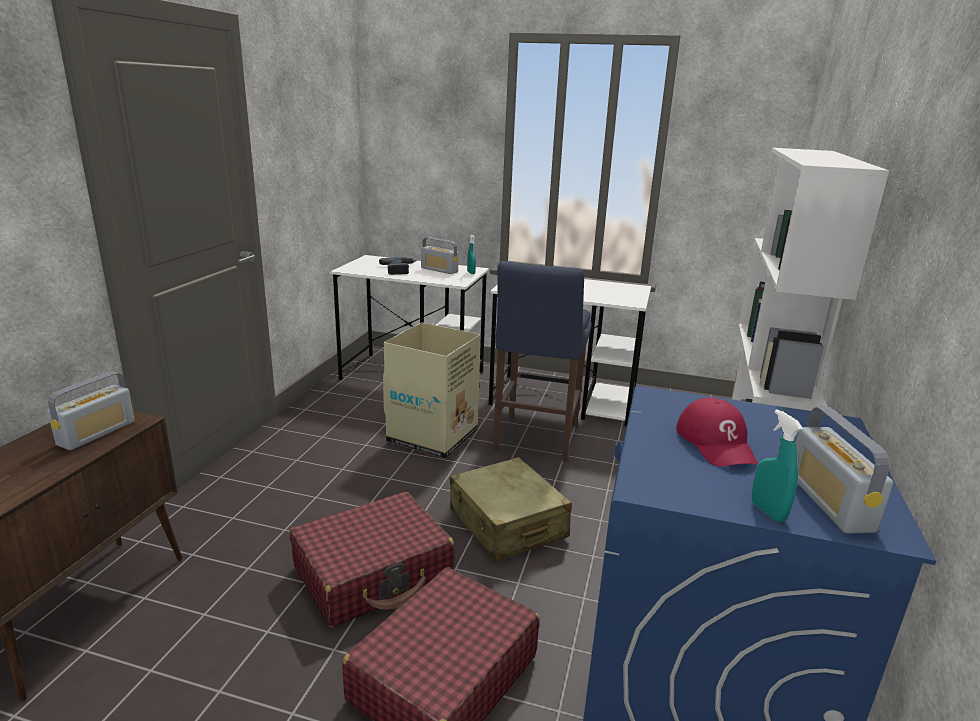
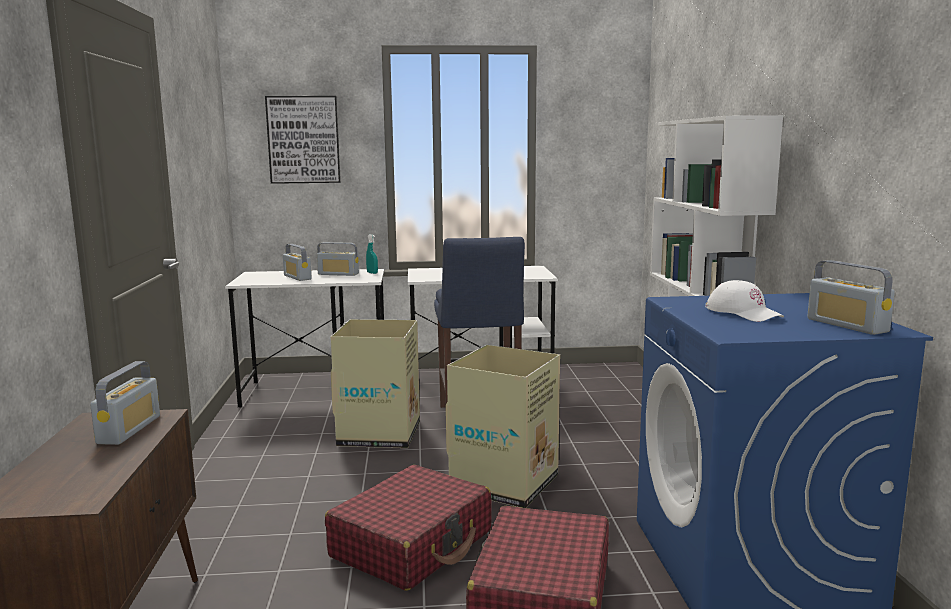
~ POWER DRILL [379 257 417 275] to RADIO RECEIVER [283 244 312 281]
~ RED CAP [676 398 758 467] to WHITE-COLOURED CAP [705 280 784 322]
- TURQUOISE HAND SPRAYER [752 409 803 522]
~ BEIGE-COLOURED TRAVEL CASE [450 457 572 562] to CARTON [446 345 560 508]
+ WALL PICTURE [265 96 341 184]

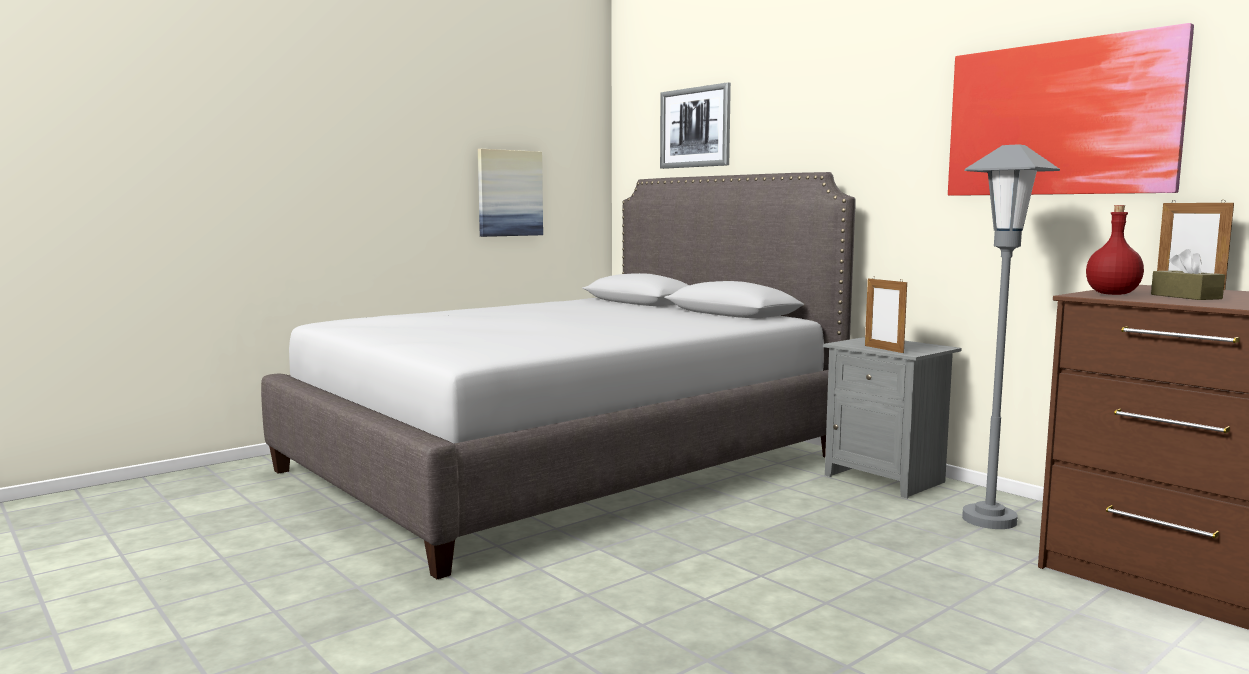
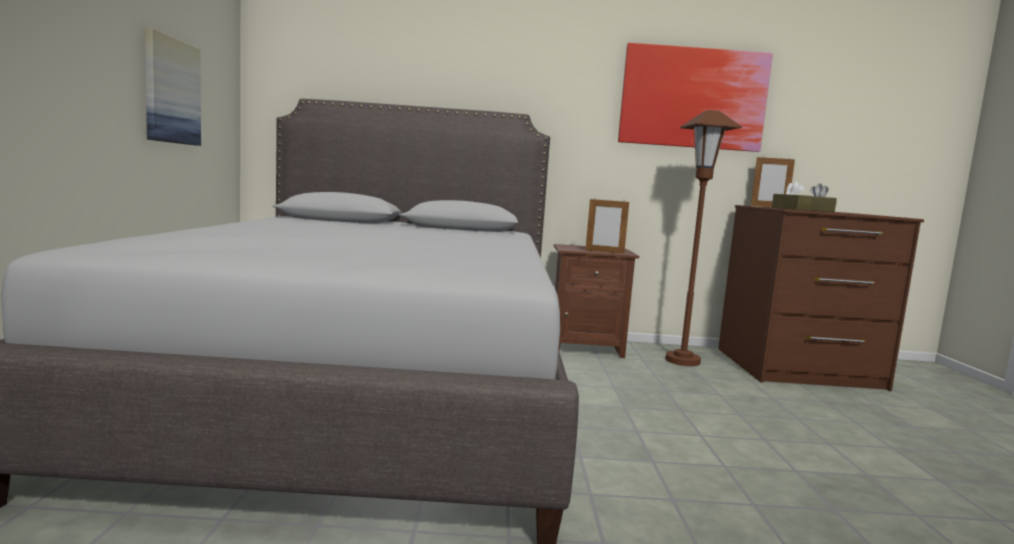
- WALL PICTURE [660 82 731 169]
~ GREYISH STANDARD LAMP [962 144 1060 529] to BROWN STANDARD LAMP [666 110 742 366]
~ RED DRINK BOTTLE [1086 205 1144 295] to BROWN BOX OF TISSUES [772 181 812 211]
~ GREYISH BEDSIDE TABLE [823 337 962 499] to BROWN BEDSIDE TABLE [554 244 639 358]

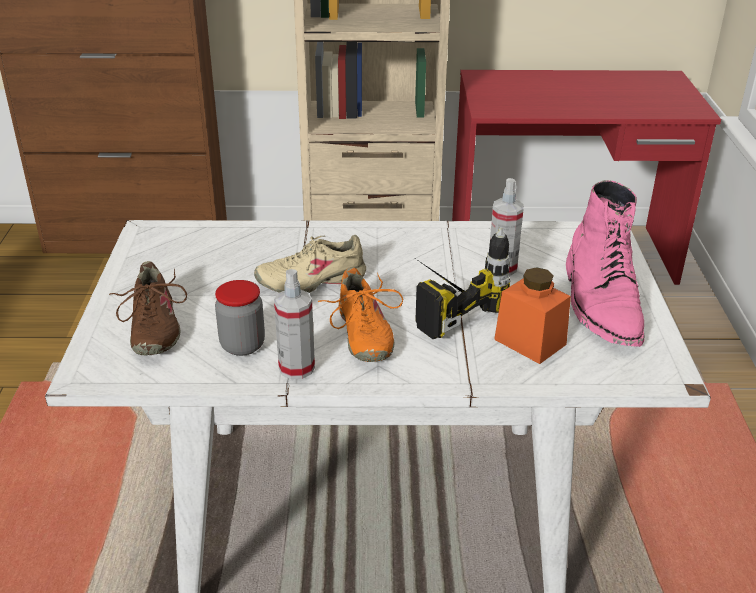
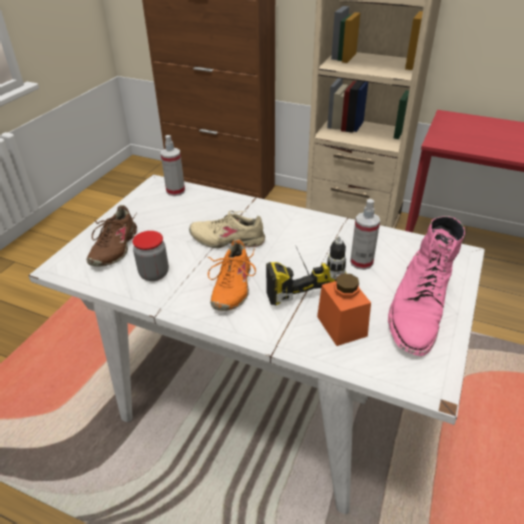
~ HAND SPRAYER [274 269 315 379] to [161 135 185 196]

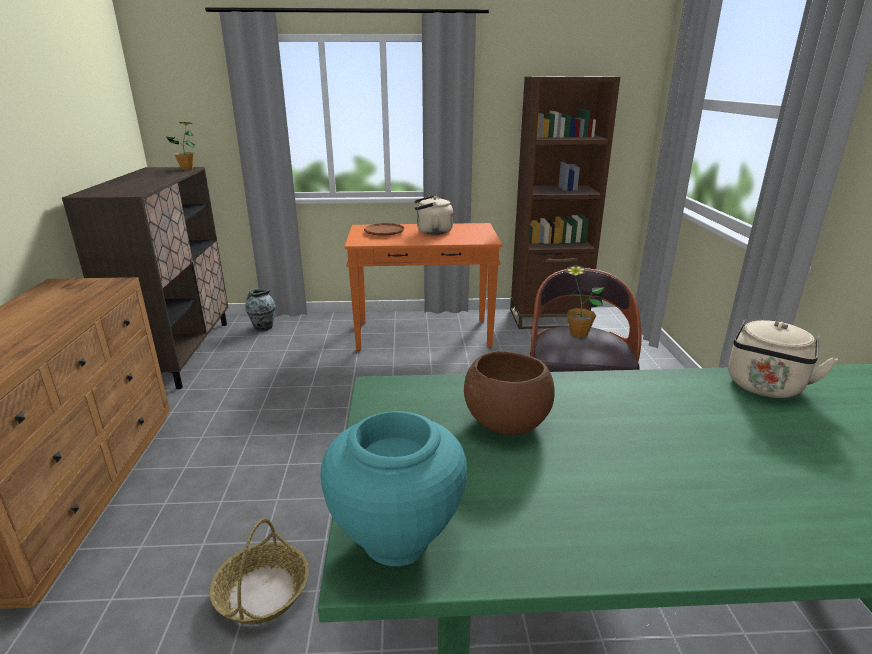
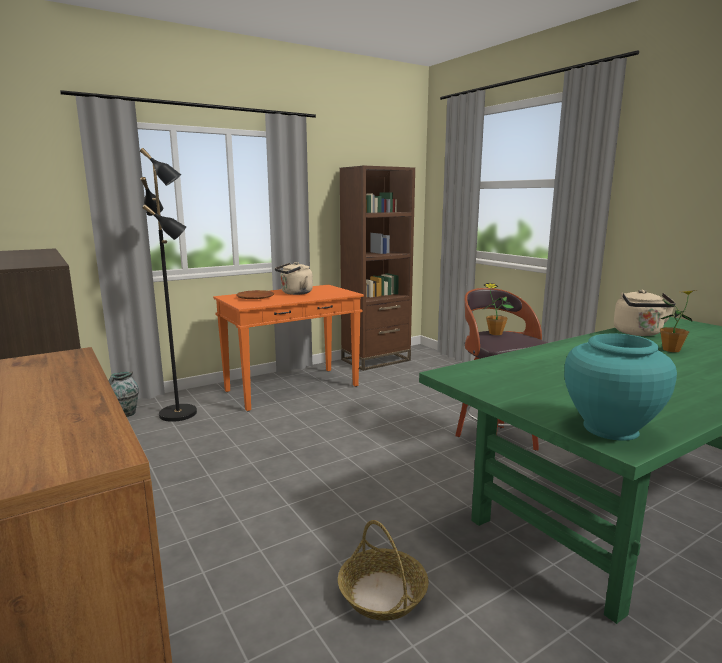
~ POTTED PLANT [166 122 195 170] to [660 290 697 352]
- BROWN SERVING BOWL [464 351 555 435]
+ BLACK STANDARD LAMP [140 148 197 422]

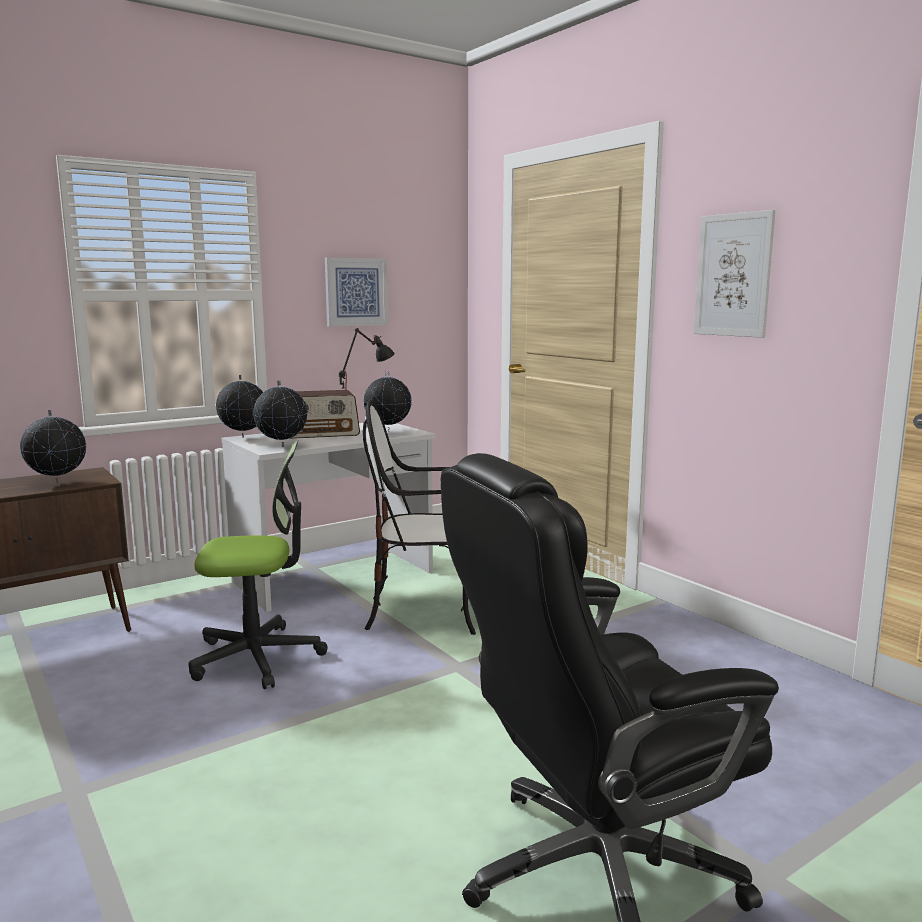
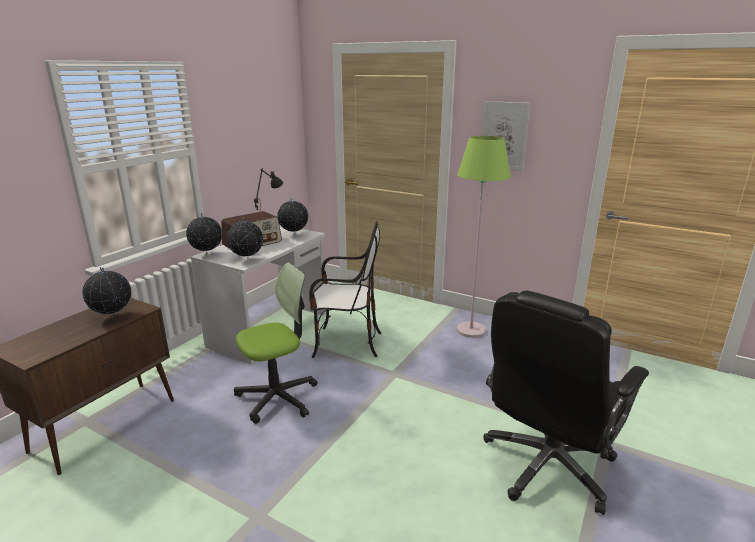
- WALL PICTURE [325 257 388 327]
~ CHAIR [363 400 476 635] = [309 221 381 358] 150 degrees counterclockwise
+ GREEN-COLOURED STANDARD LAMP [457 136 511 338]

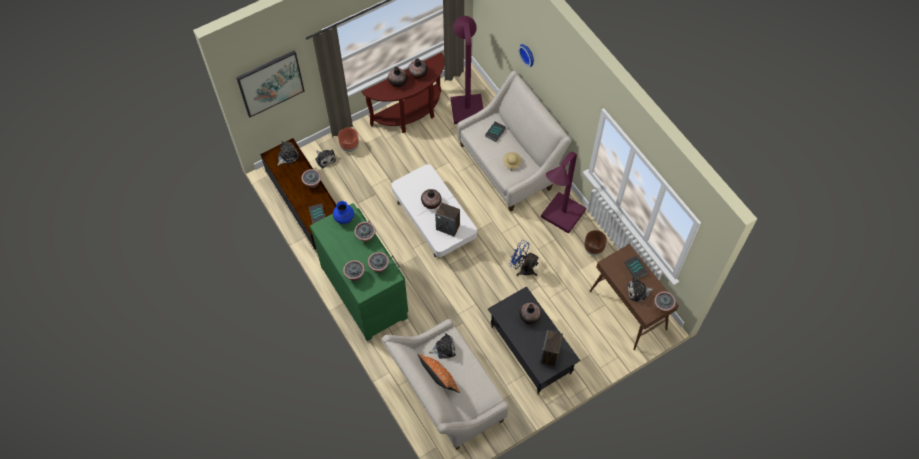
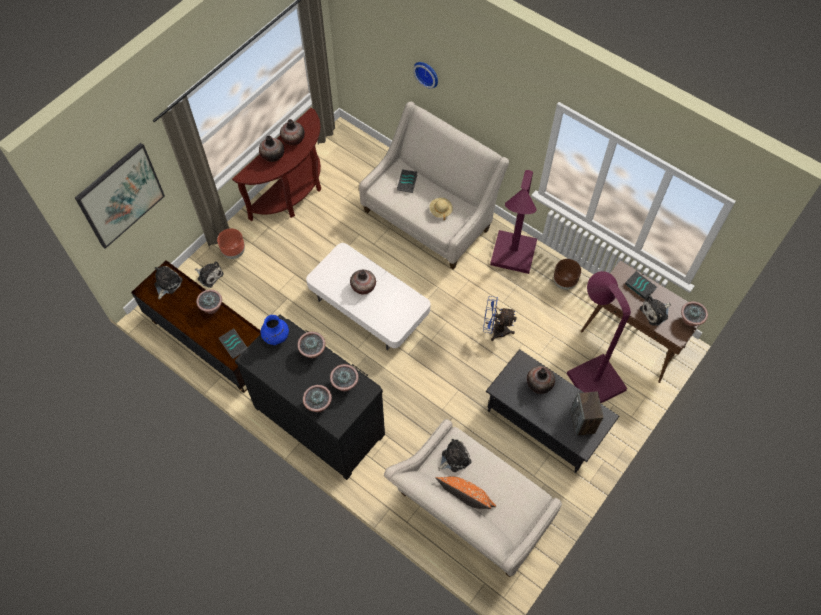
~ PURPLE STANDARD LAMP [451 16 483 124] to [567 271 631 403]
- SPEAKER [435 202 460 237]
~ GREEN-COLOURED DRESSER [310 203 408 341] to BLACK DRESSER [235 315 385 480]

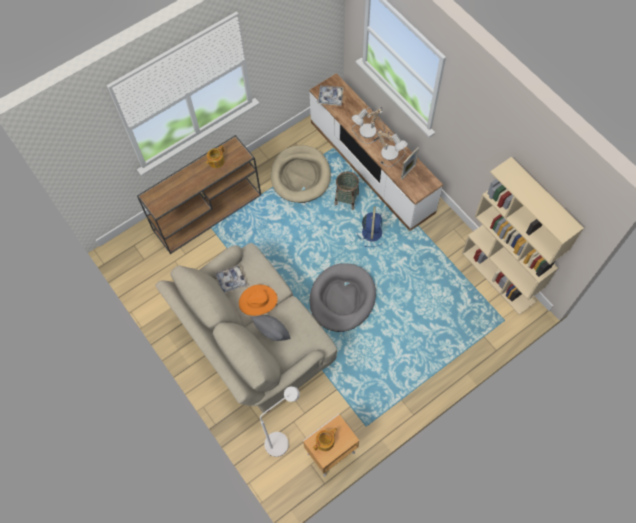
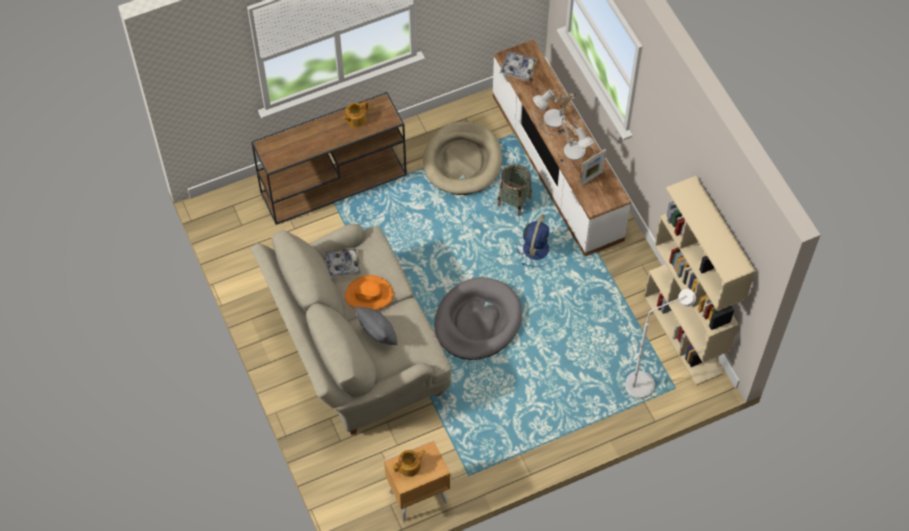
~ WHITE-COLOURED STANDARD LAMP [260 387 300 457] to [625 289 696 399]

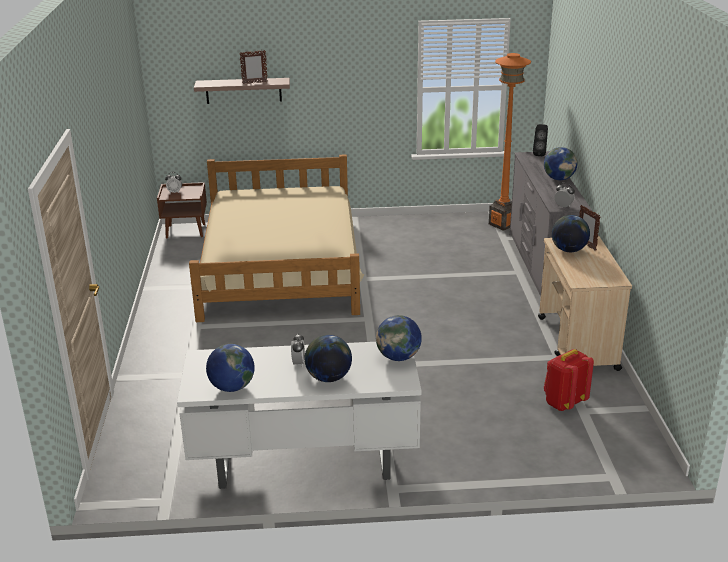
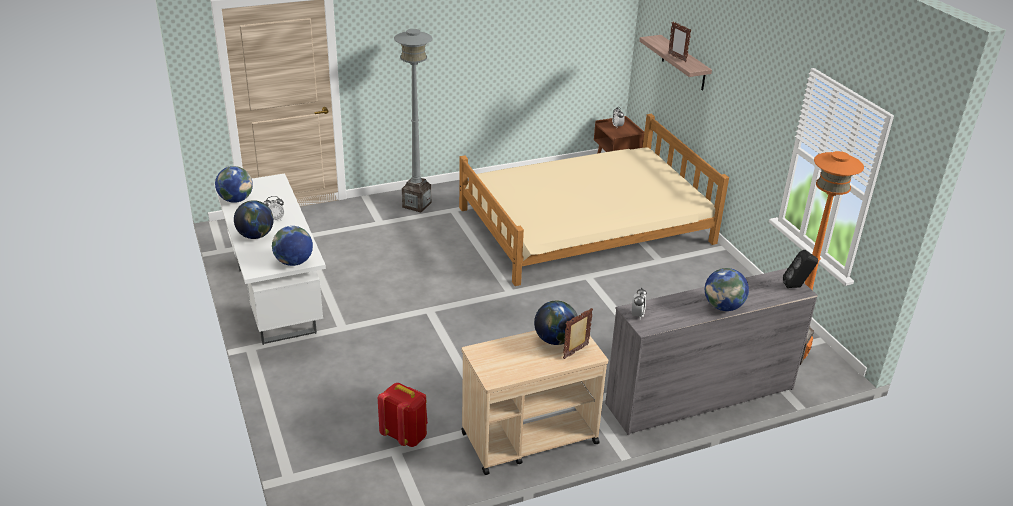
+ GREYISH STANDARD LAMP [394 29 433 212]

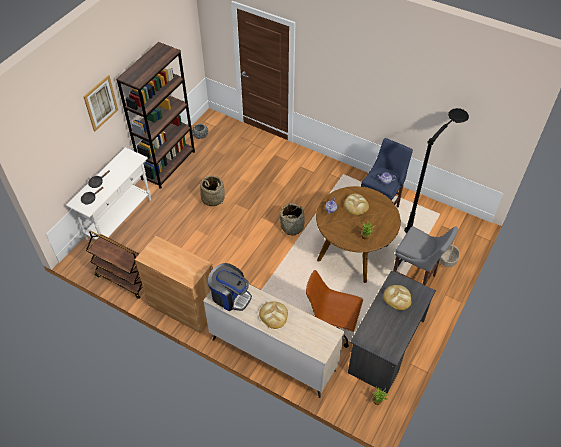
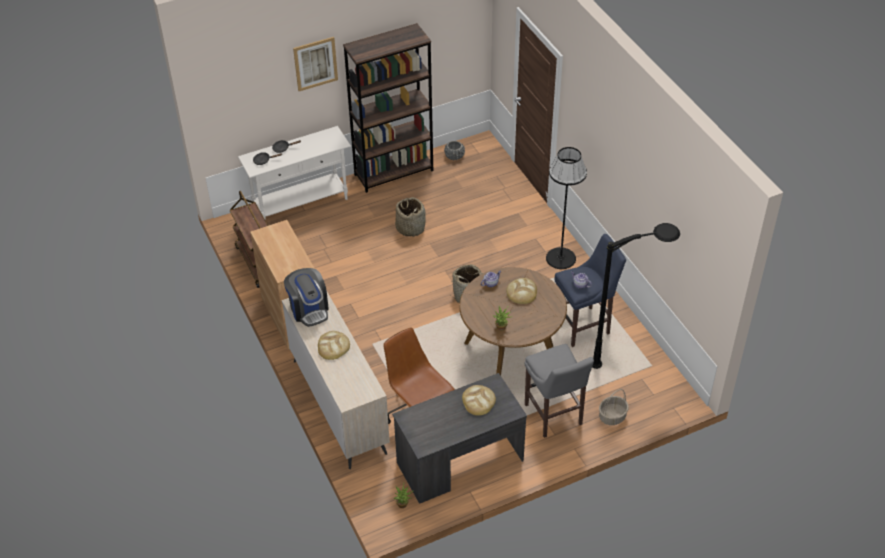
+ BLACK STANDARD LAMP [546 147 587 269]

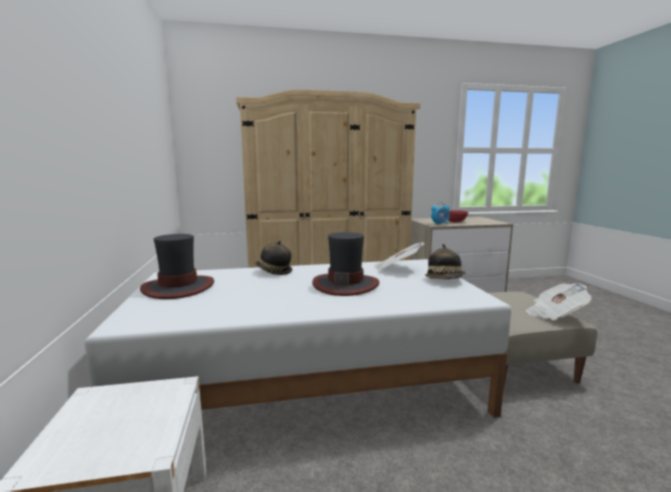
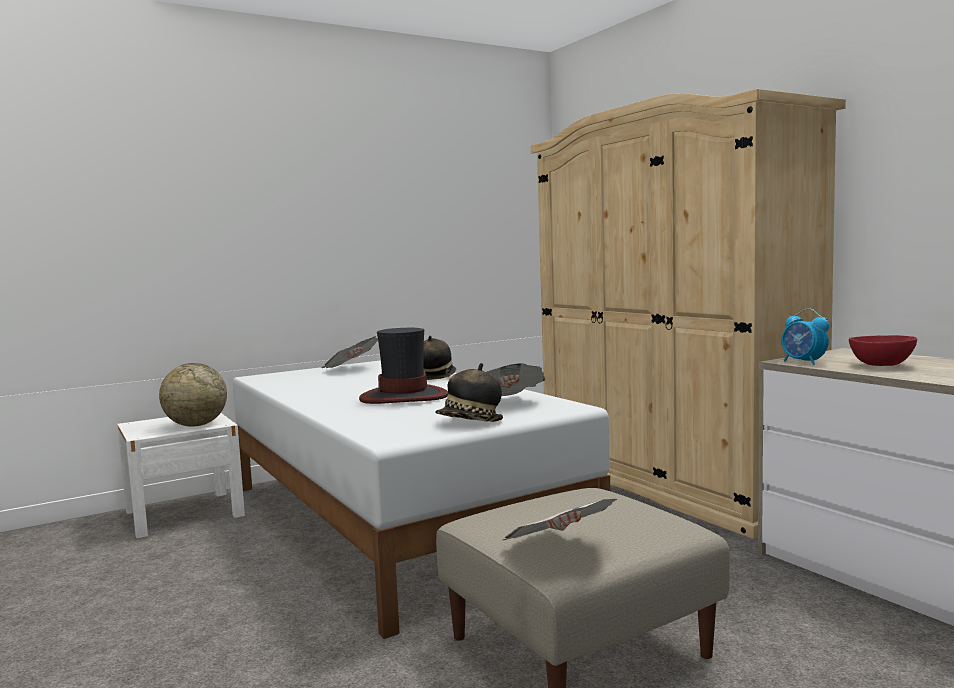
~ CLOTHING HAT [140 234 214 299] to NEWSPAPER [322 336 378 368]
+ WORLD GLOBE [159 363 227 427]

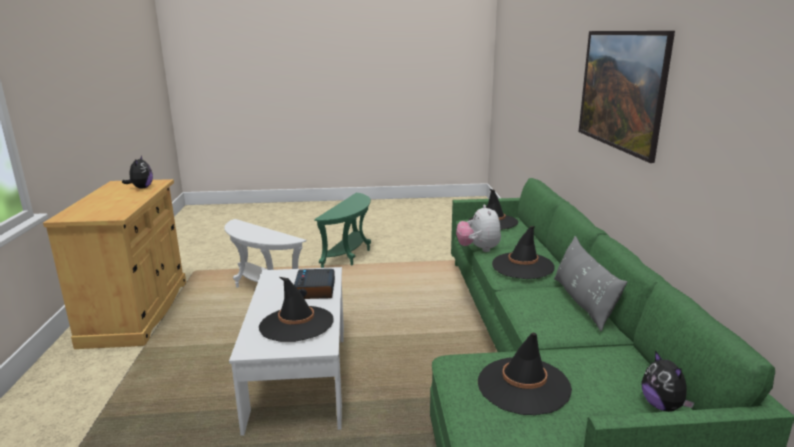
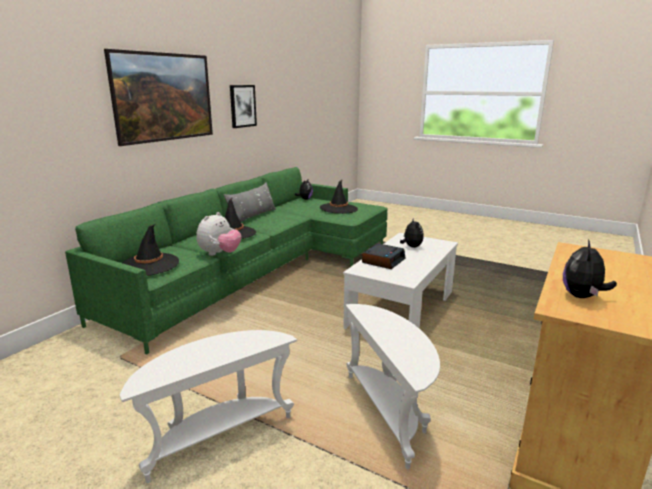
~ GREEN-COLOURED SIDE TABLE [314 193 371 268] to WHITE-COLOURED SIDE TABLE [120 330 297 483]
~ BLACK CLOTHING HAT [259 277 333 342] to CUDDLY TOY [400 217 424 248]
+ WALL PICTURE [230 85 257 128]

